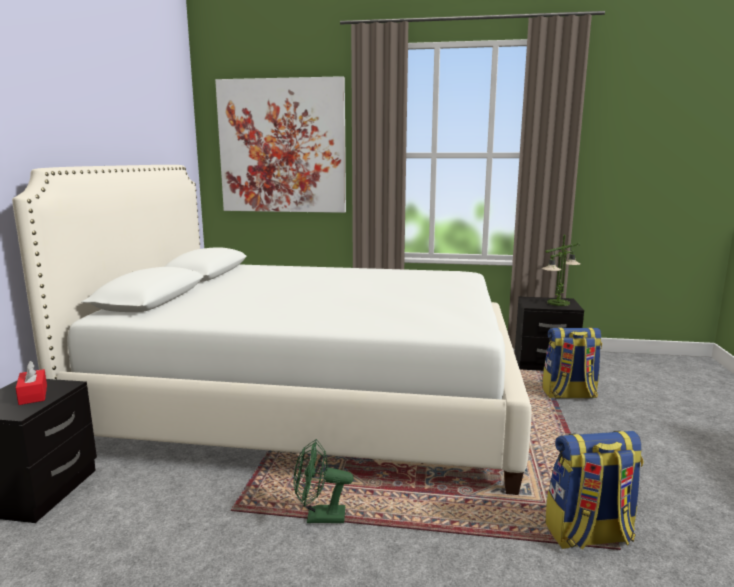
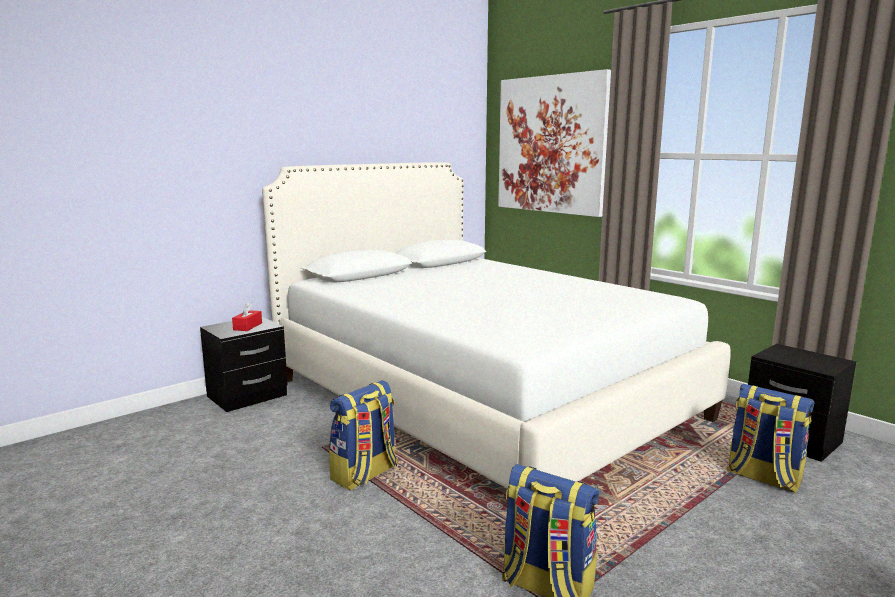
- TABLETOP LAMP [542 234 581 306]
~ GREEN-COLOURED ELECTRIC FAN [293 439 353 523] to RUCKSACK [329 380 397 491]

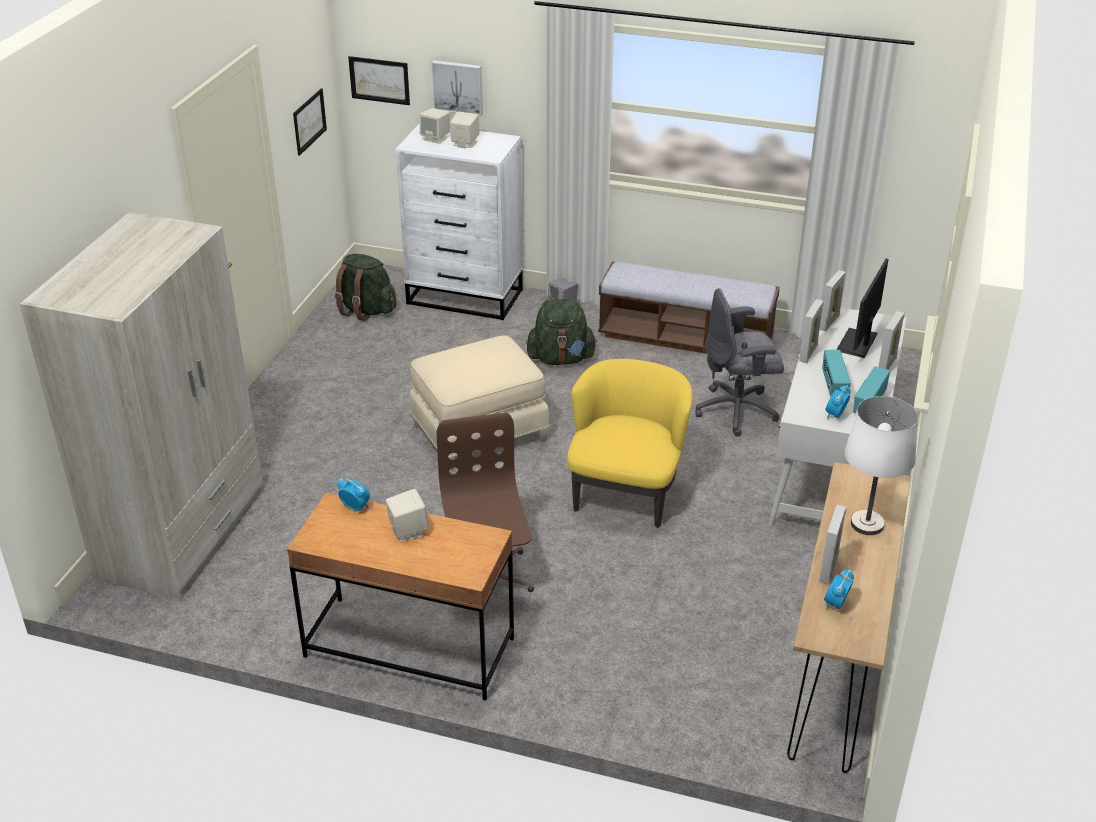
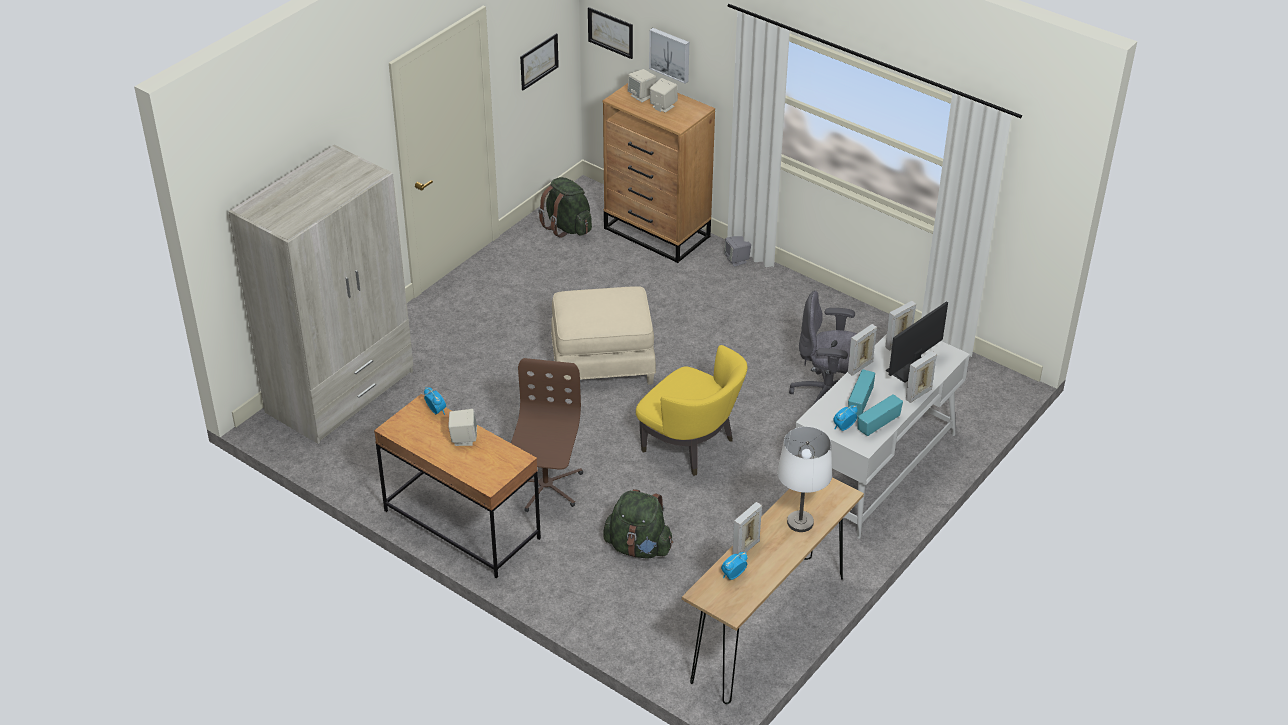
~ WHITE-COLOURED DRESSER [395 123 523 320] to BROWN DRESSER [603 83 715 263]
- LONG SEAT [598 261 780 354]
~ GREEN-COLOURED RUCKSACK [526 299 597 365] to [603 489 673 559]
~ YELLOW ARMCHAIR [567 359 692 528] = [636 345 747 476] 90 degrees clockwise

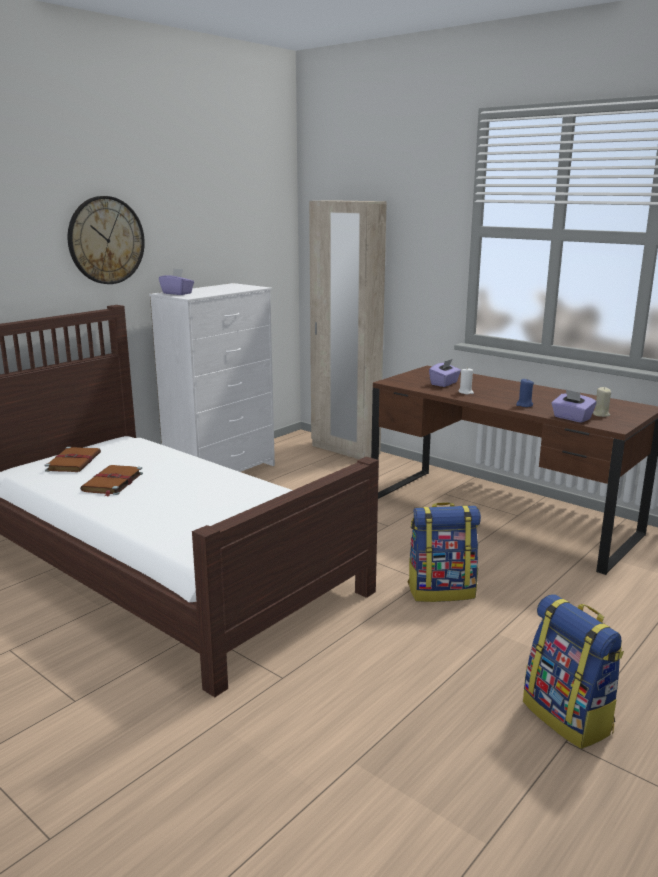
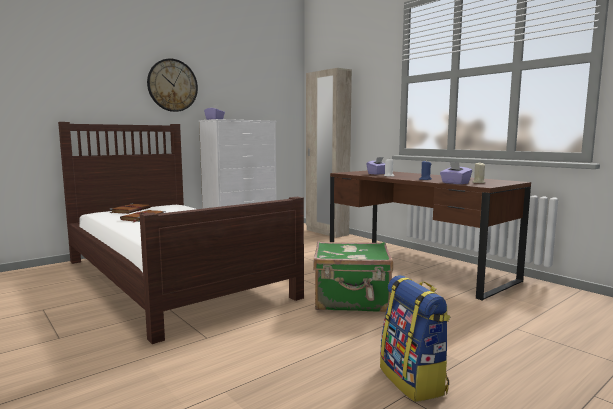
~ RUCKSACK [408 502 481 602] to GREEN-COLOURED TRAVEL CASE [313 241 393 312]

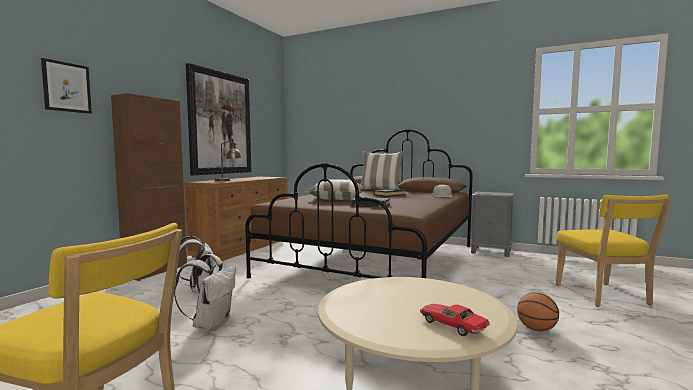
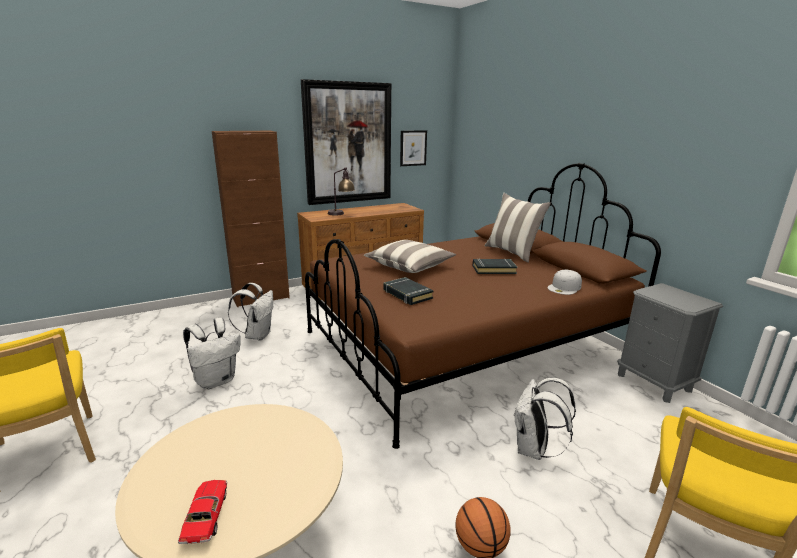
~ WALL PICTURE [41 58 92 114] to [400 130 427 166]
+ WHITE-COLOURED RUCKSACK [513 378 576 460]

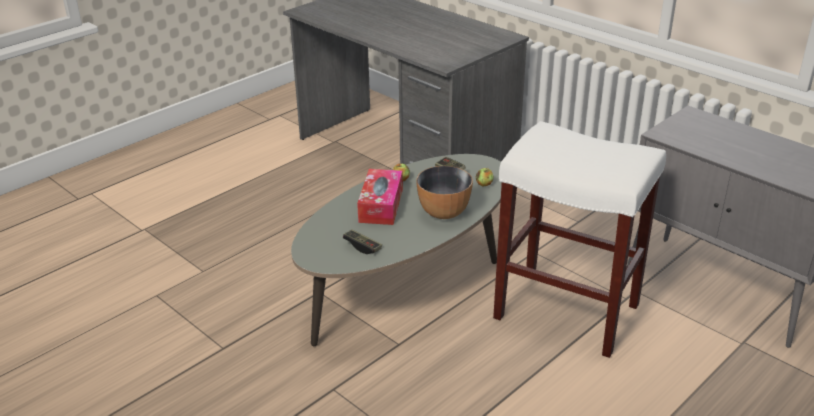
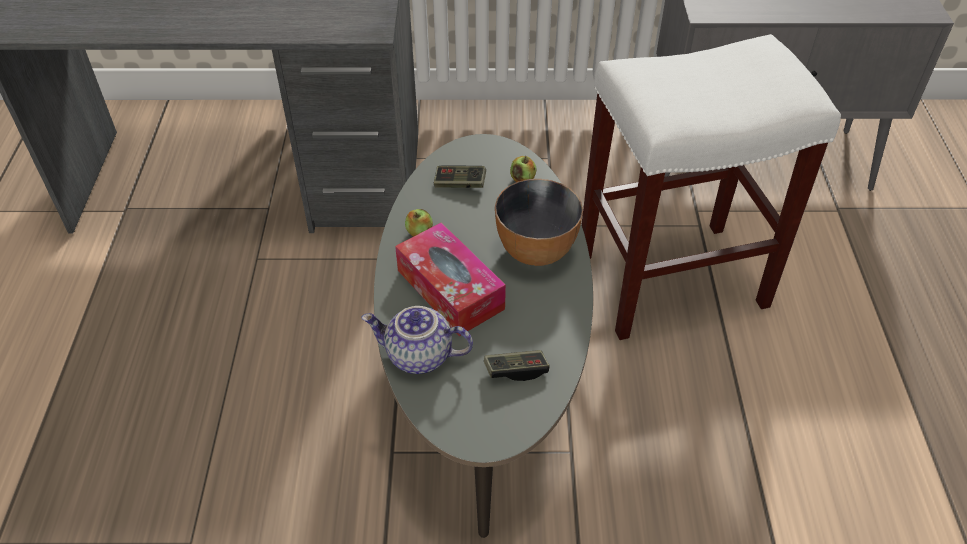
+ TEA POT [361 306 473 374]

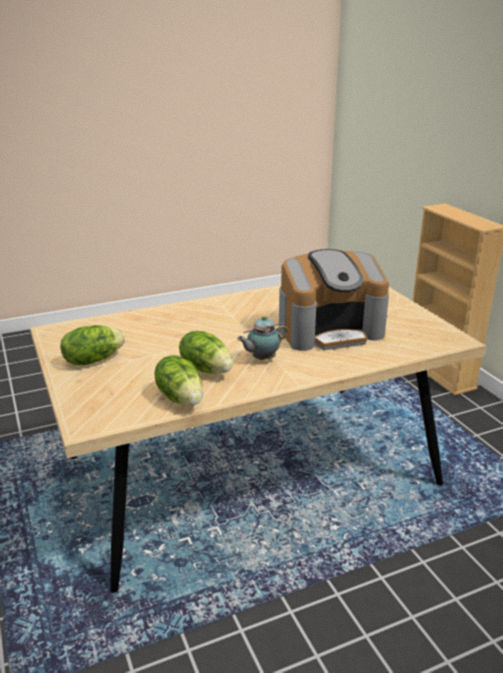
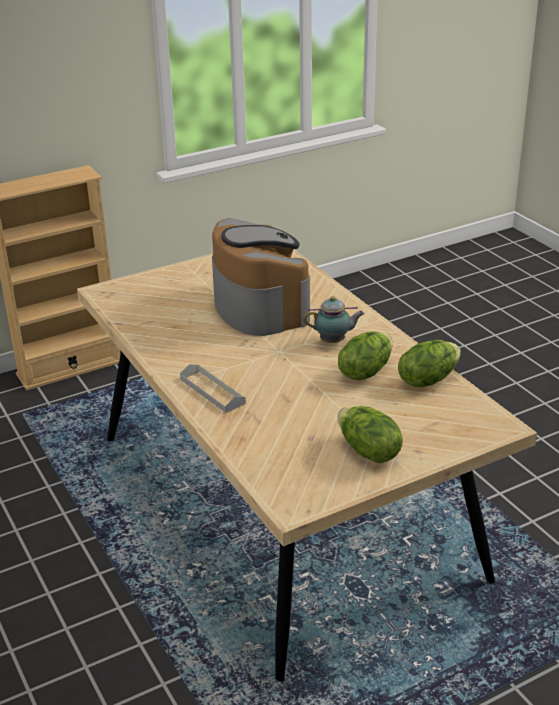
~ TEA POT [237 315 288 360] = [303 296 365 343] 60 degrees counterclockwise
+ GREYISH CARRYING TRAY [180 364 246 413]

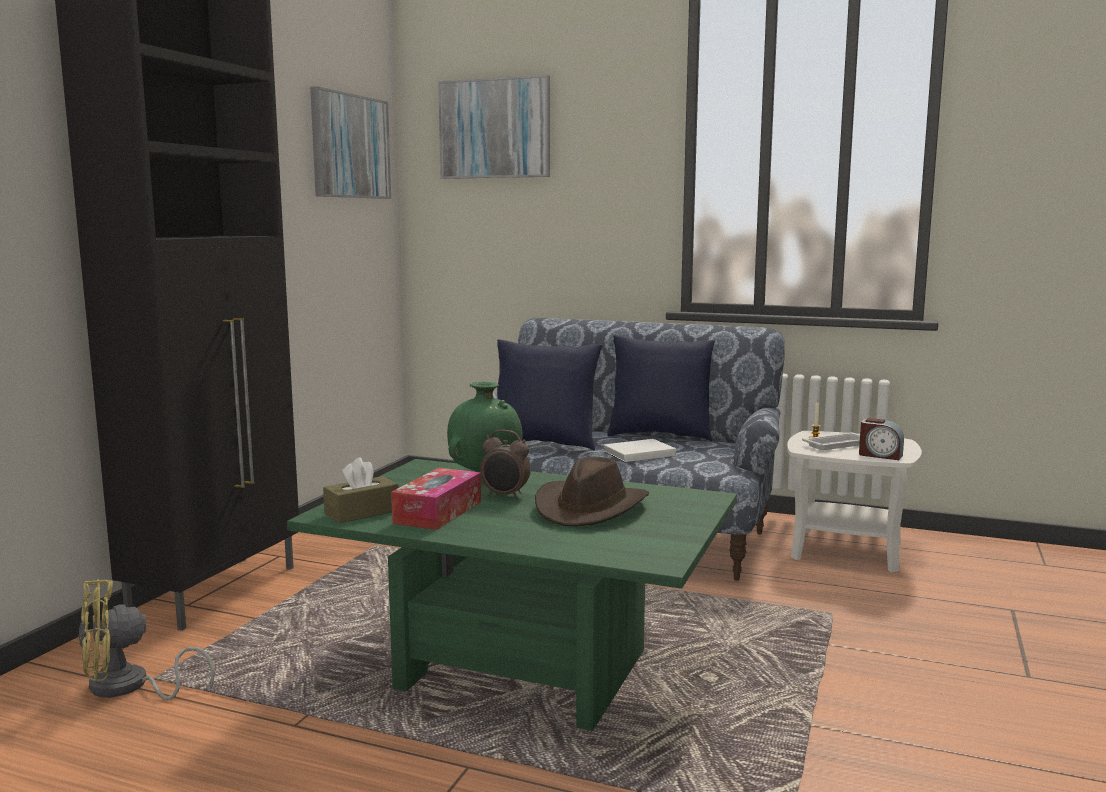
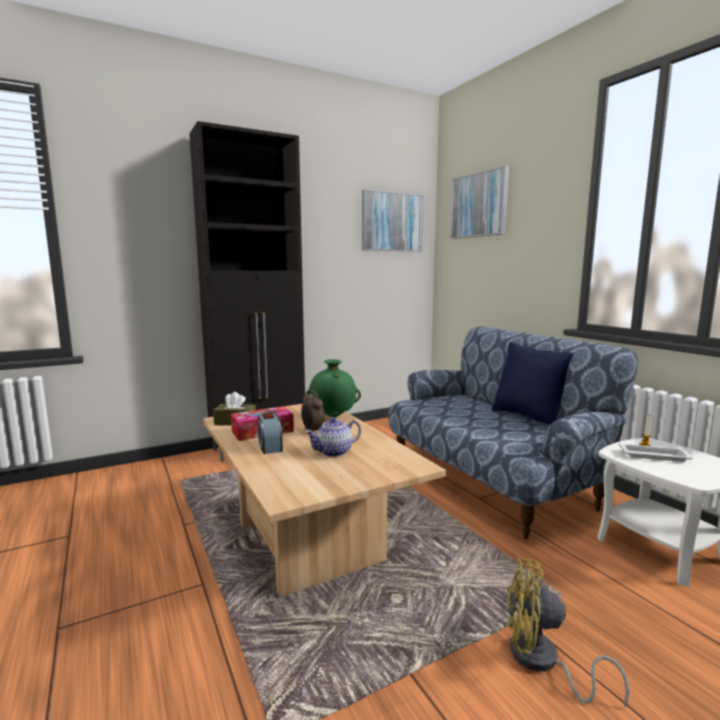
- BLUISH PILLOW [497 339 603 451]
~ TABLE CLOCK [859 418 904 460] to [258 412 283 454]
- WHITE-COLOURED BOUND BOOK [603 439 676 462]
~ BROWN CLOTHING HAT [535 457 649 526] to TEA POT [306 418 361 457]
~ GREEN-COLOURED LOUNGE TABLE [287 459 737 731] to BEIGE-COLOURED LOUNGE TABLE [203 404 446 597]
~ YELLOW ELECTRIC FAN [78 579 215 700] to [507 557 630 708]

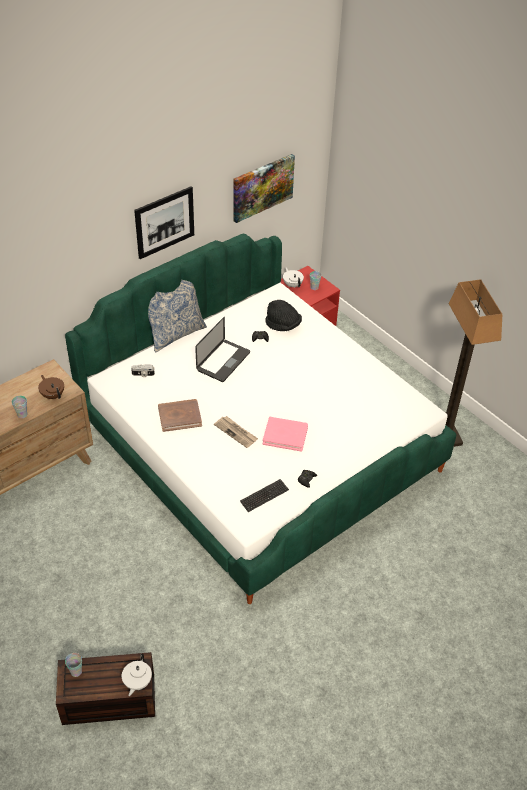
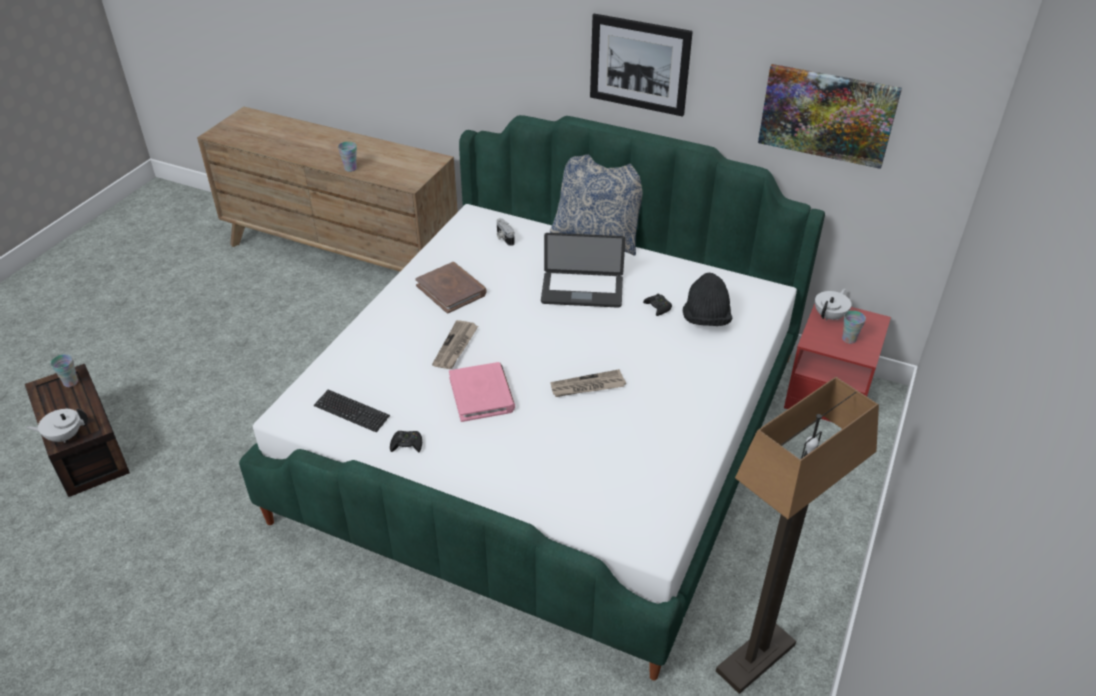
- BROWN TEA POT [38 375 64 399]
+ NEWSPAPER [550 369 626 397]

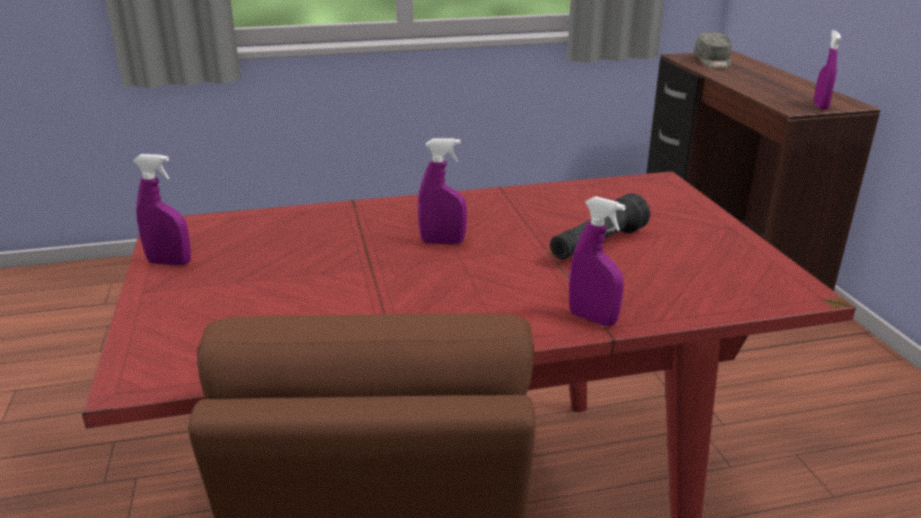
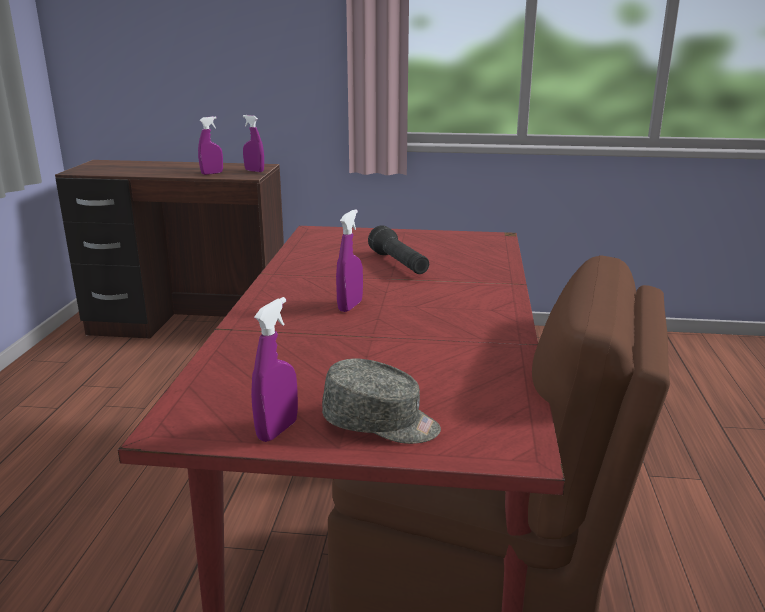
~ GREYISH CAP [694 32 732 68] to [322 359 441 444]
~ PURPLE HAND SPRAYER [569 196 626 326] to [198 116 223 175]

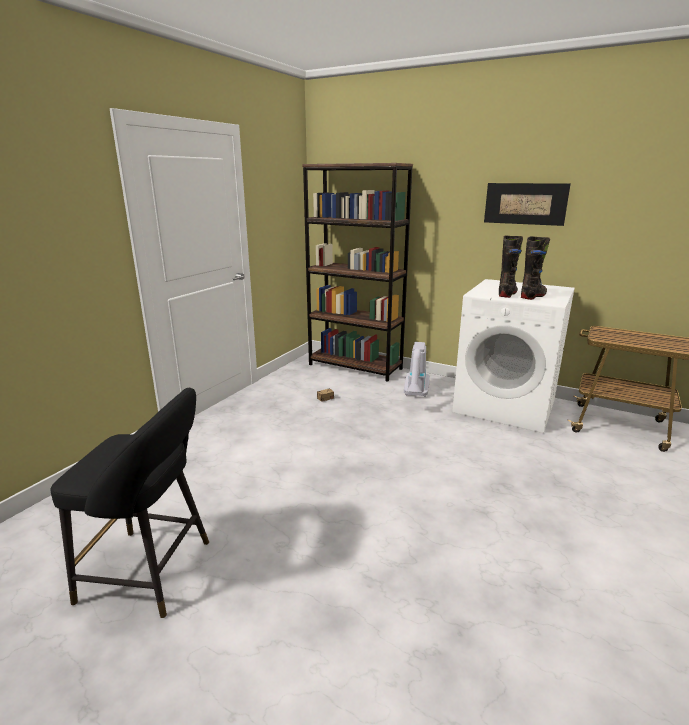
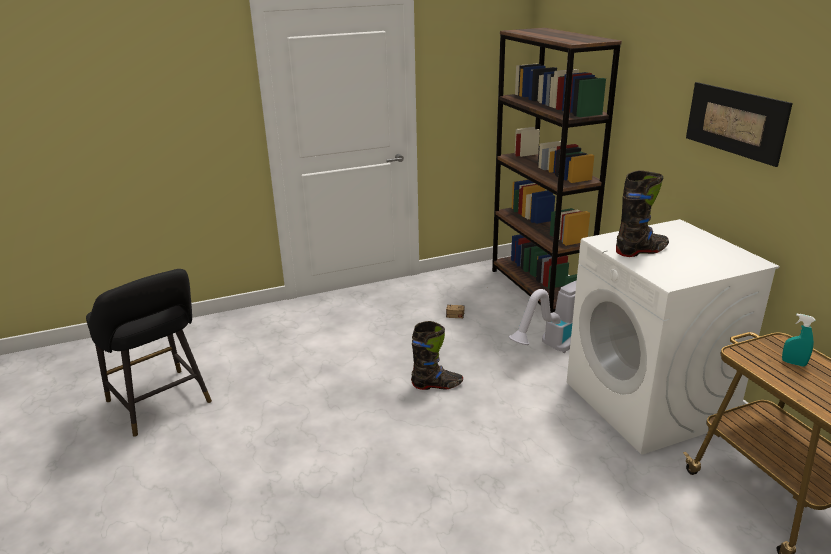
~ BLACK BOOT [521 236 550 300] to [411 321 463 390]
+ TURQUOISE HAND SPRAYER [782 314 815 367]

